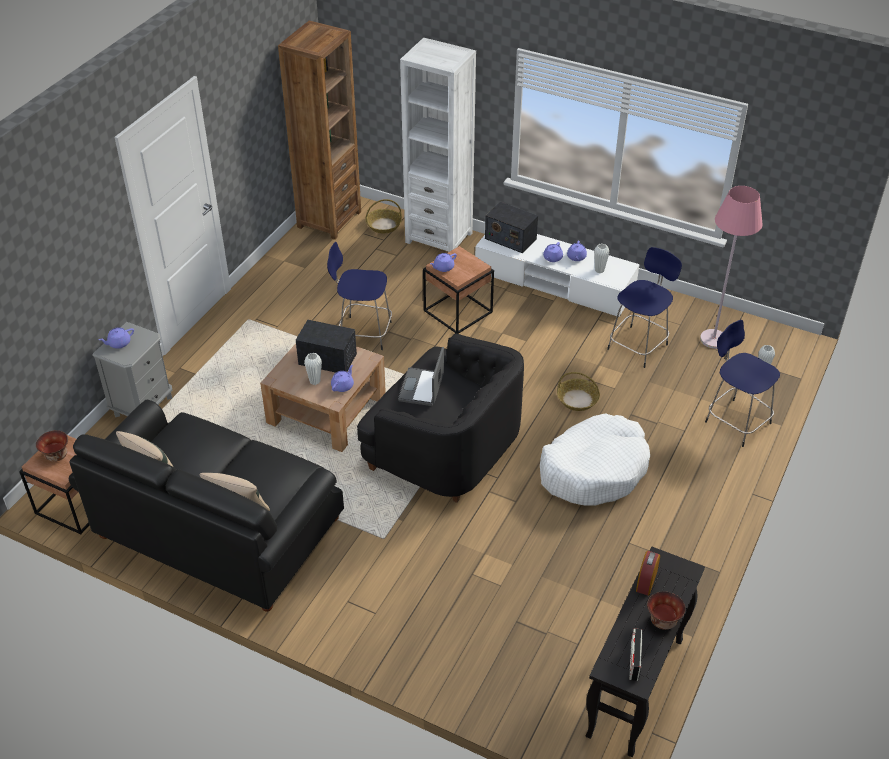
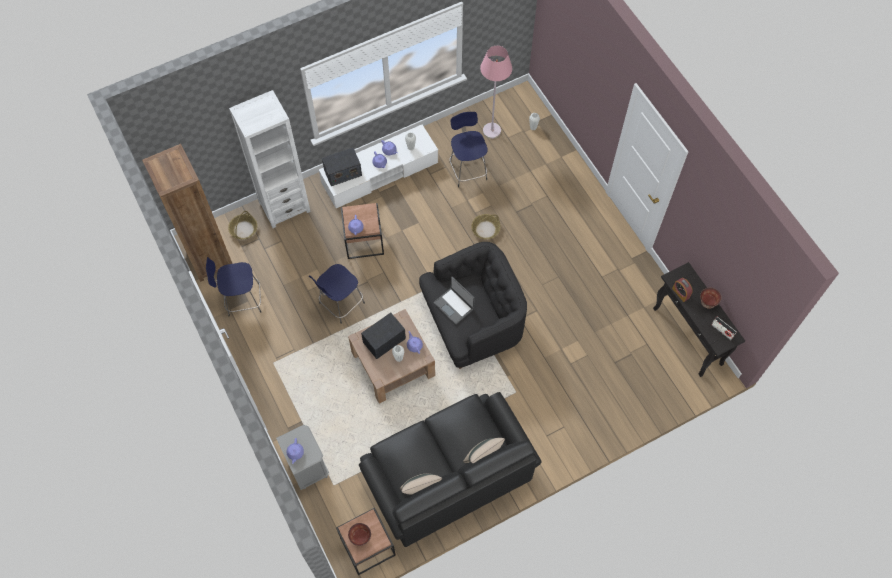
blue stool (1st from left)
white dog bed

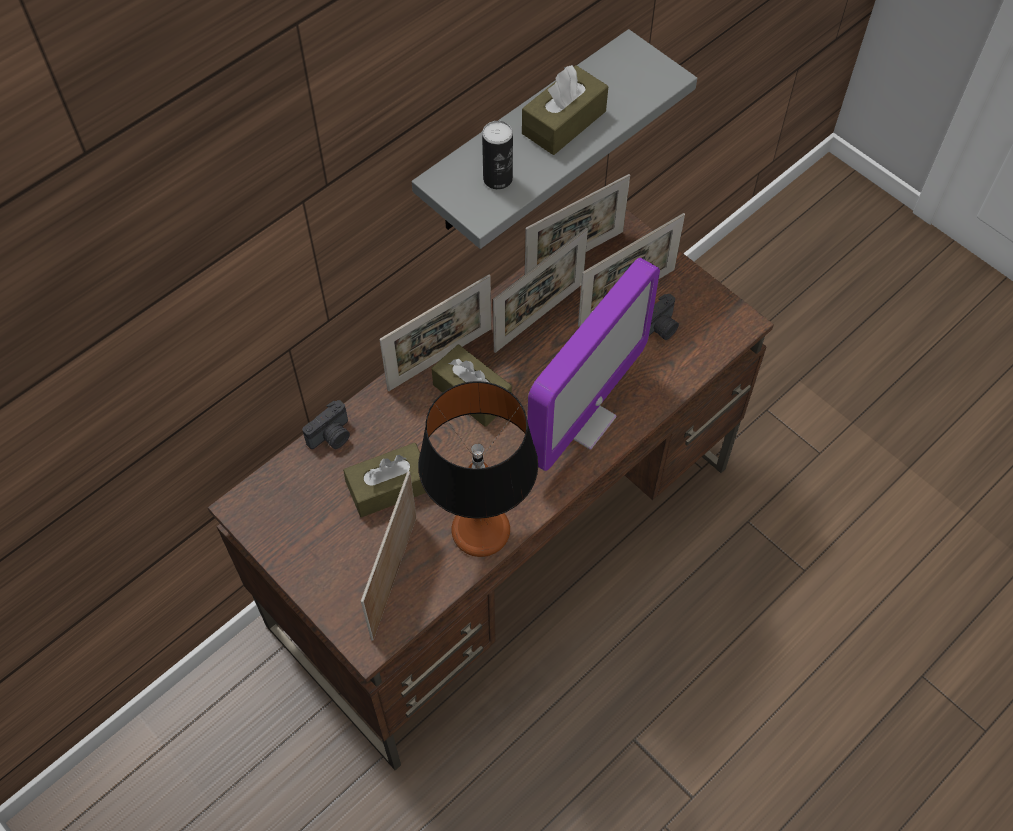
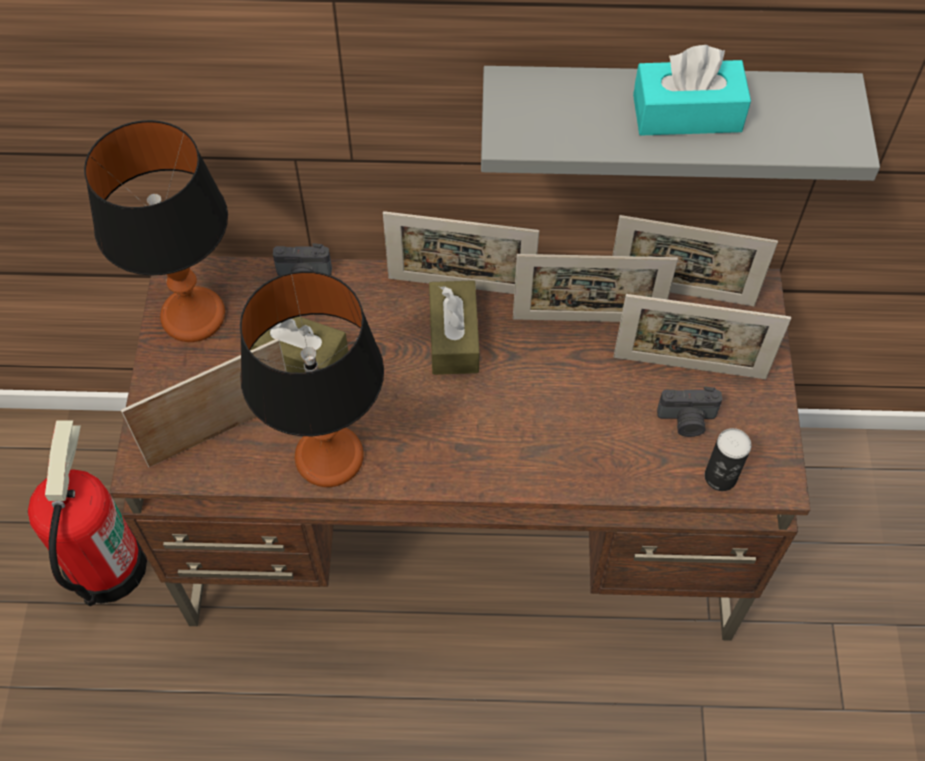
turquoise tissue box
can
monitor
table lamp (1st from left)
fire extinguisher

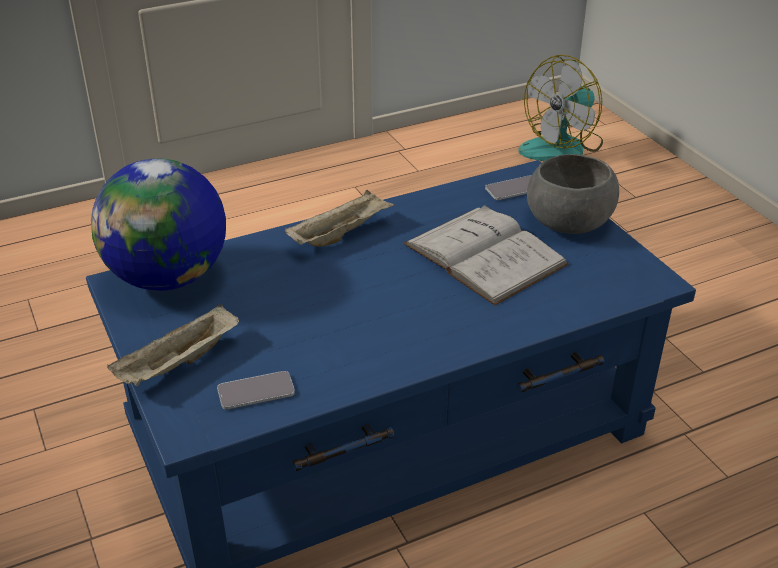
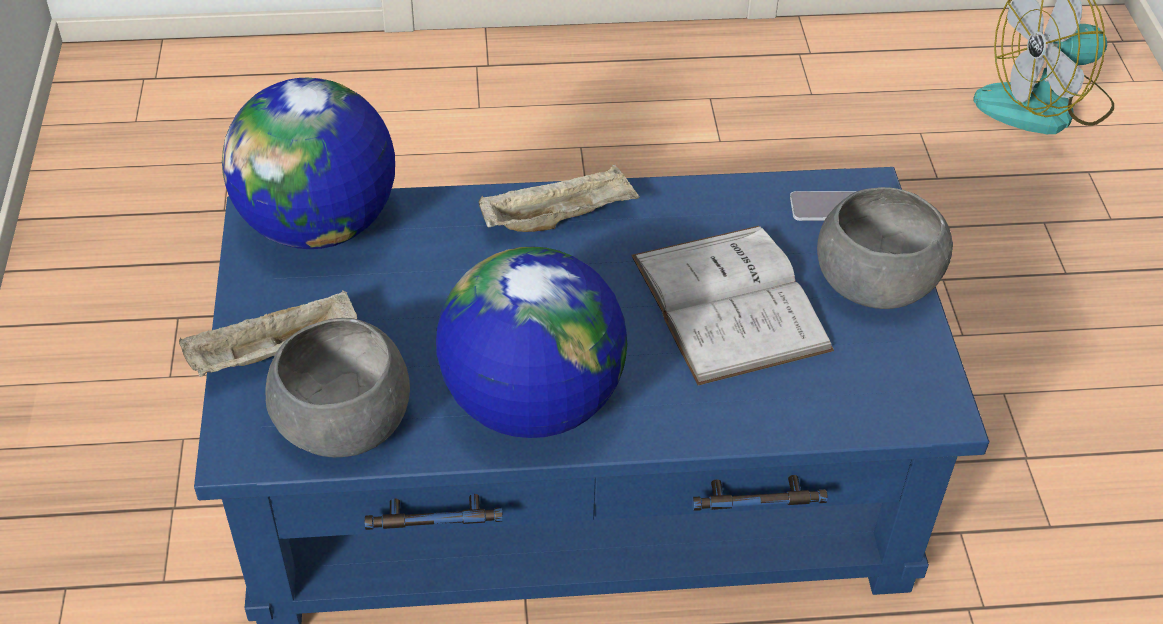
grey bowl (1st from left)
globe (2nd from left)

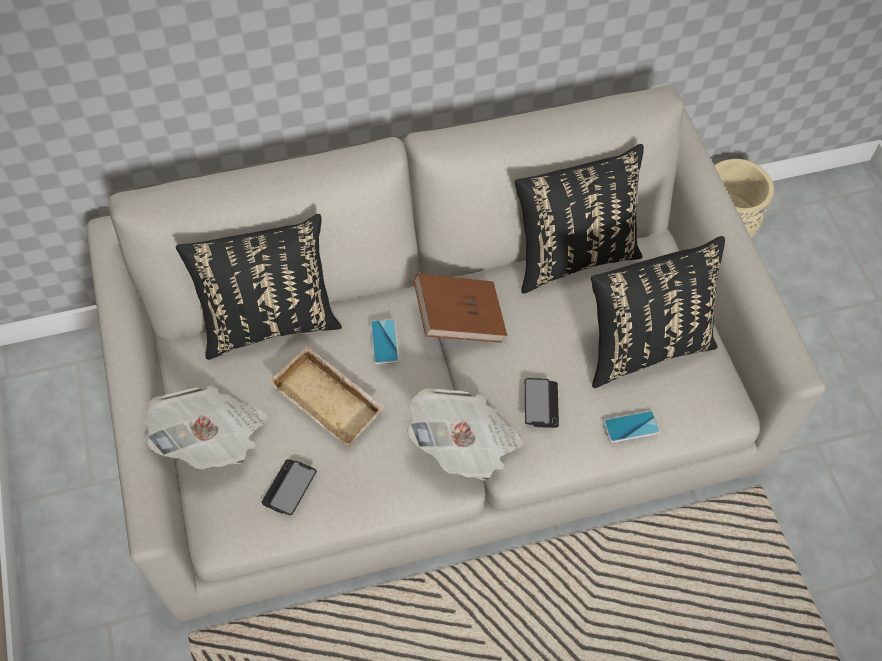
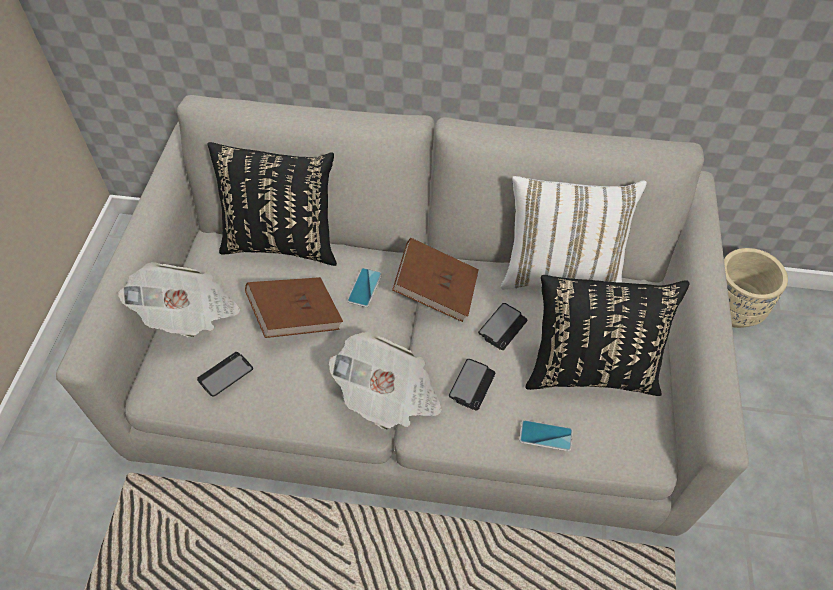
white pillow
brown book (1st from left)
phone (4th from left)

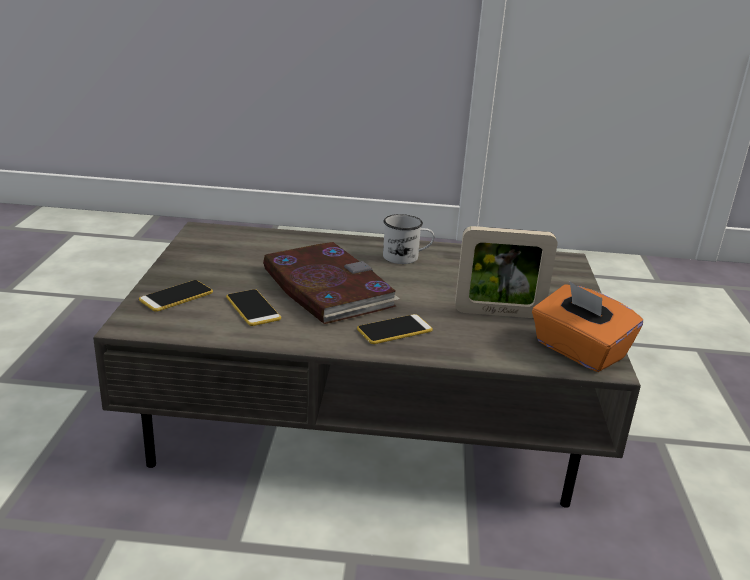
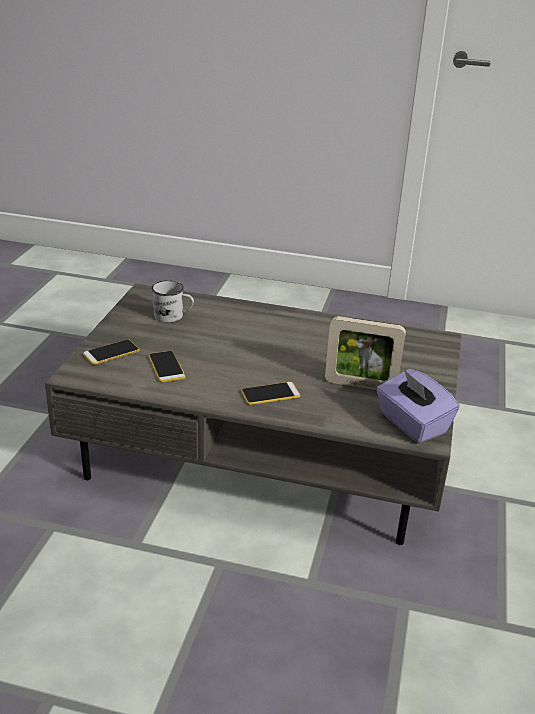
white mug
book
purple tissue box

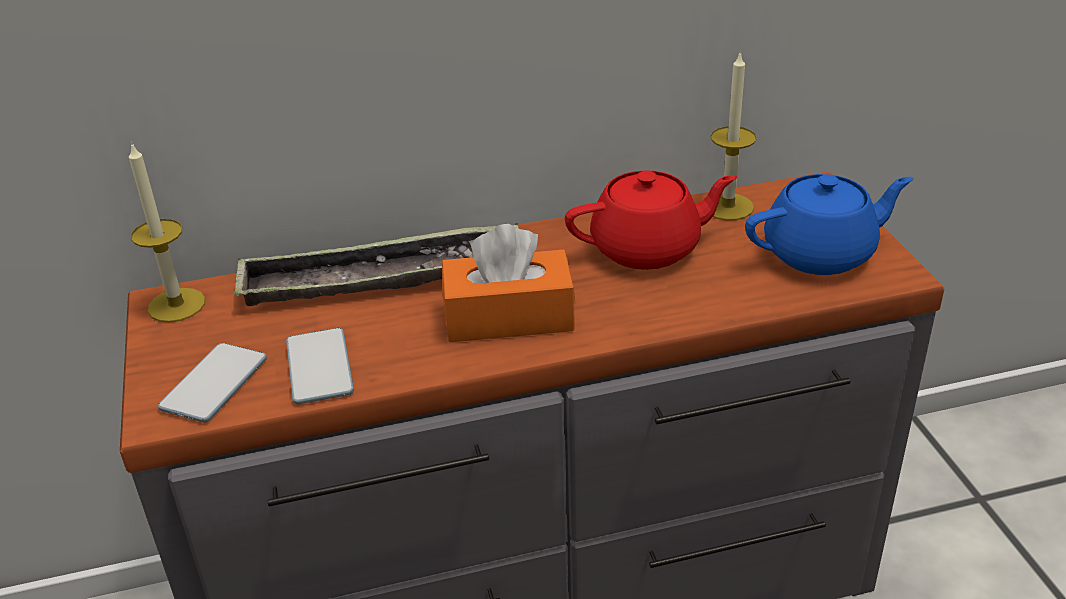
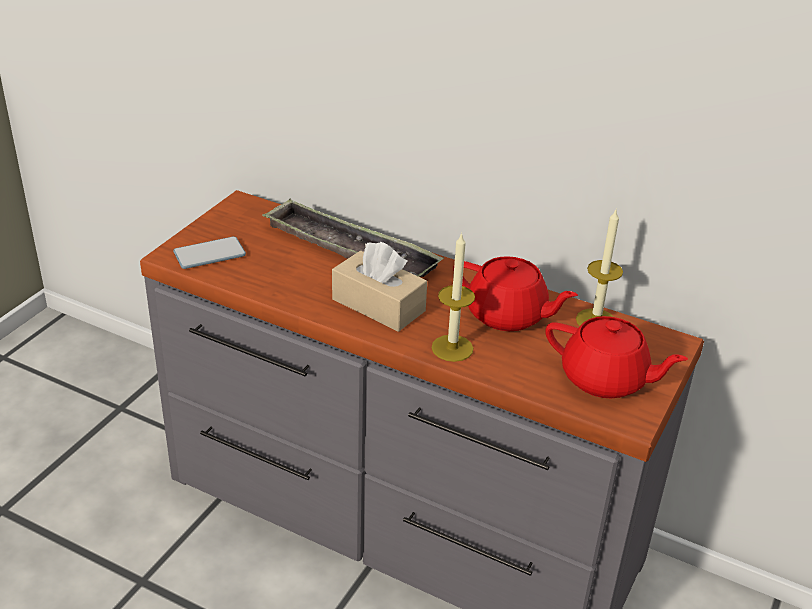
candle (1st from left)
red teapot (2nd from left)
beige tissue box
phone (2nd from left in the first image)

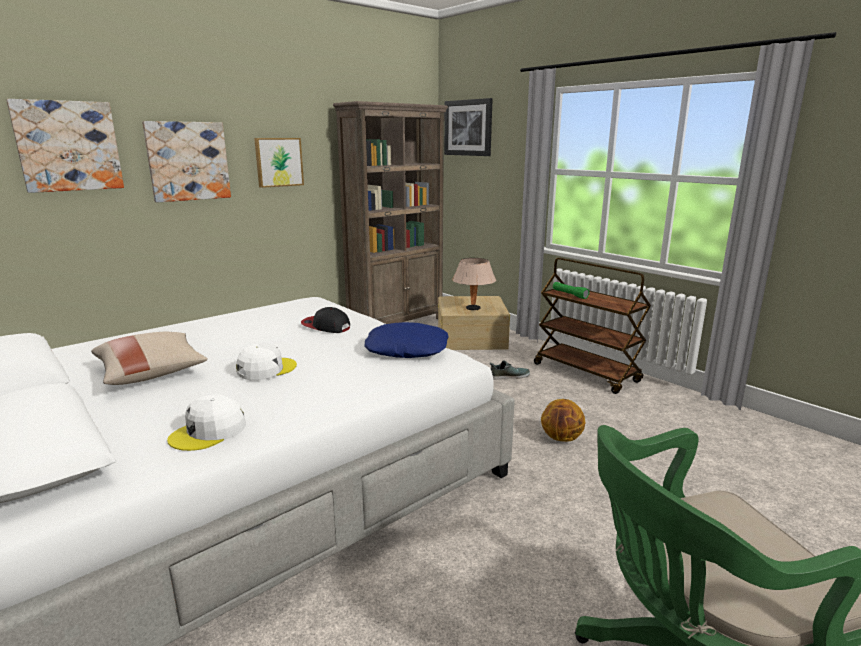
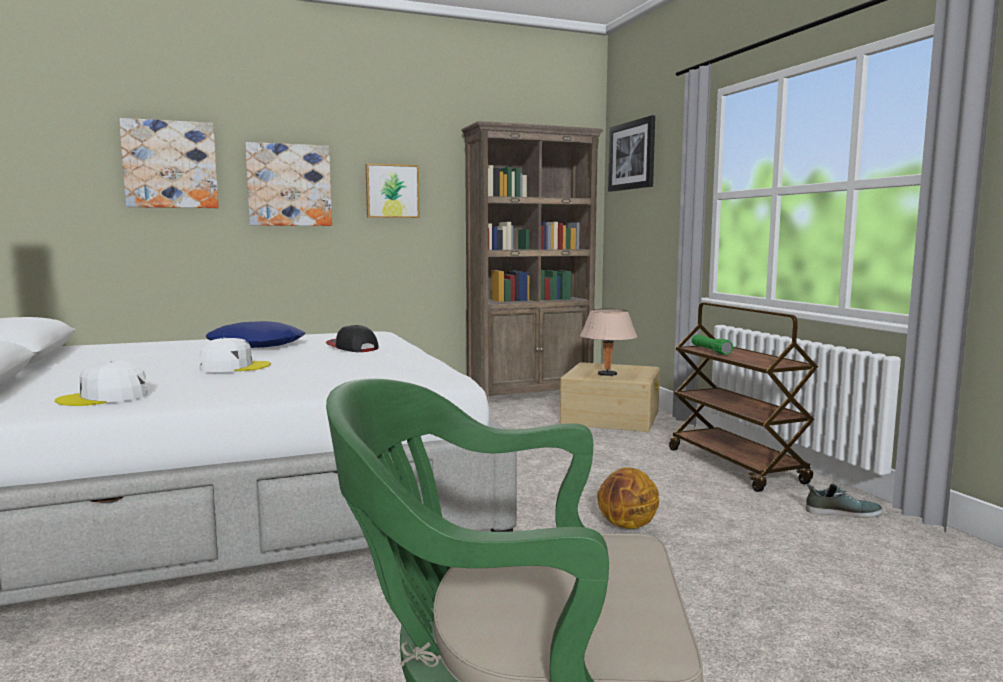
blue pillow
beige pillow
shoe

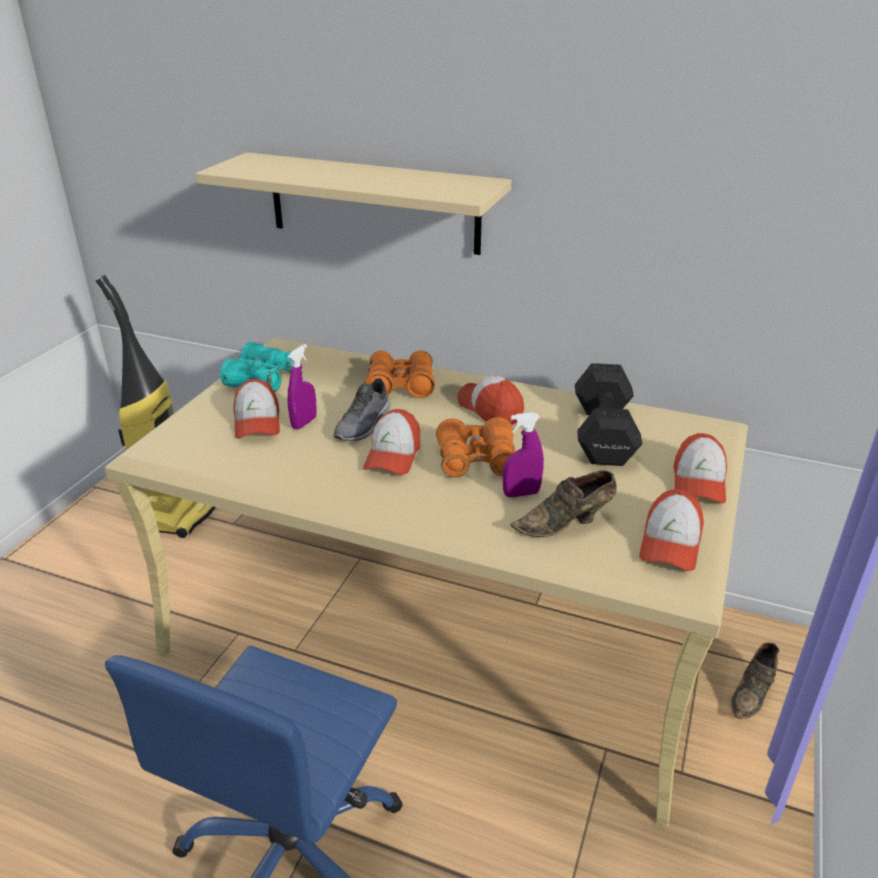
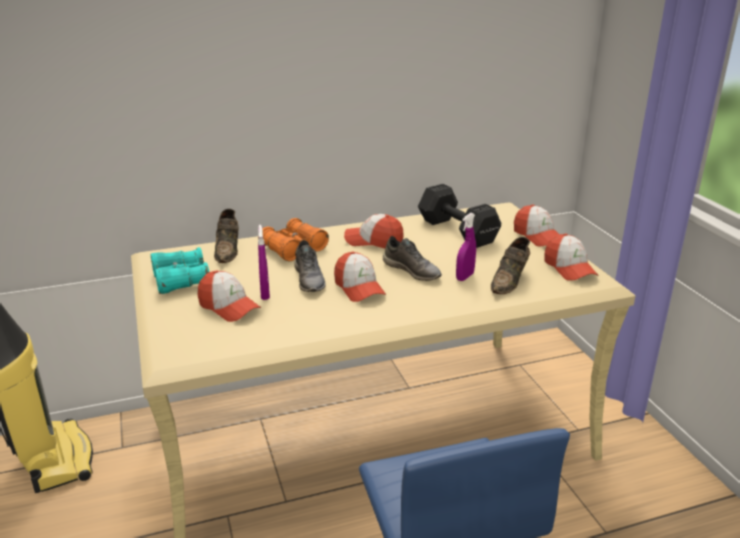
beige shelf
grey shoe (2nd from left)
brown shoe (1st from left)

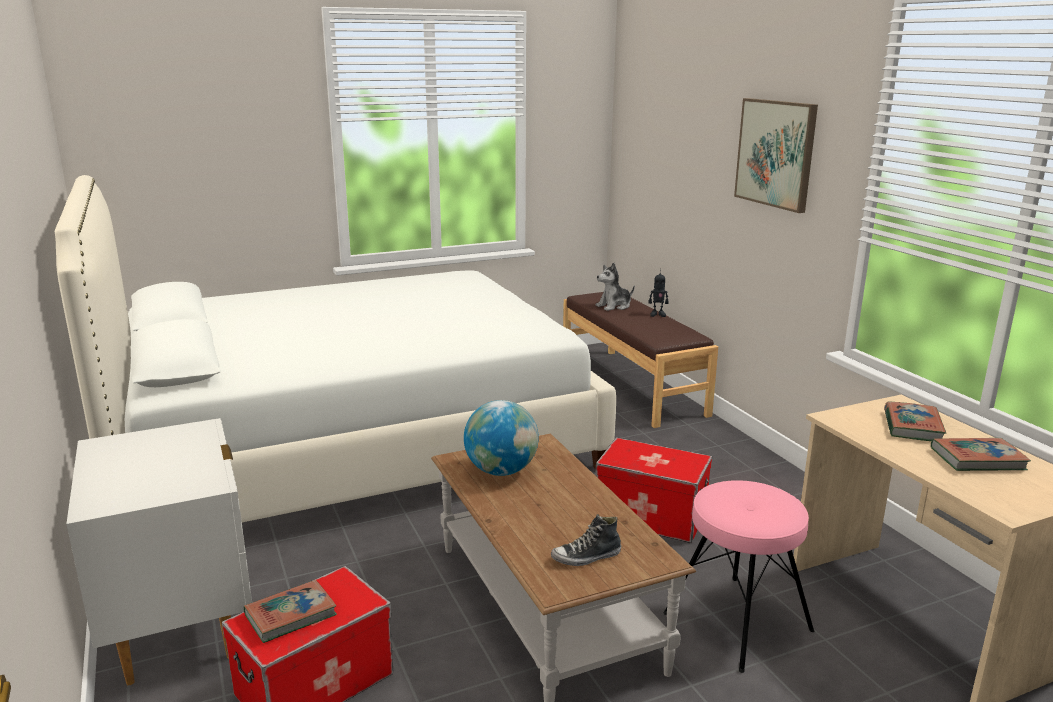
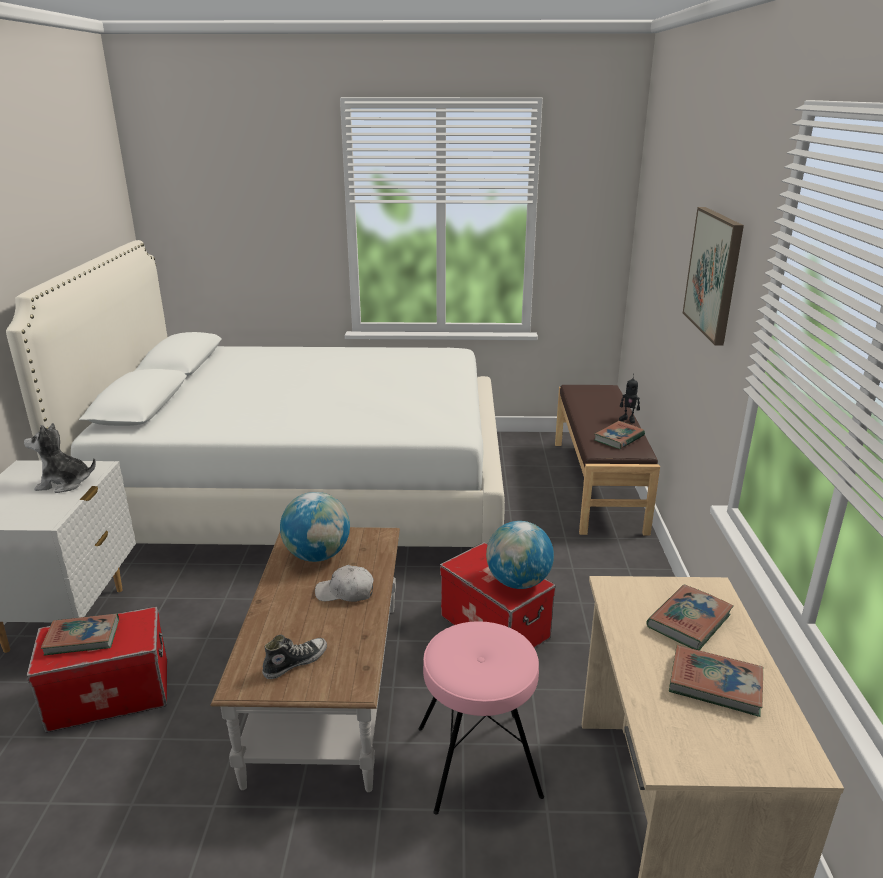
plush toy
shoe
book (2nd from left)
globe (2nd from left)
white cap

